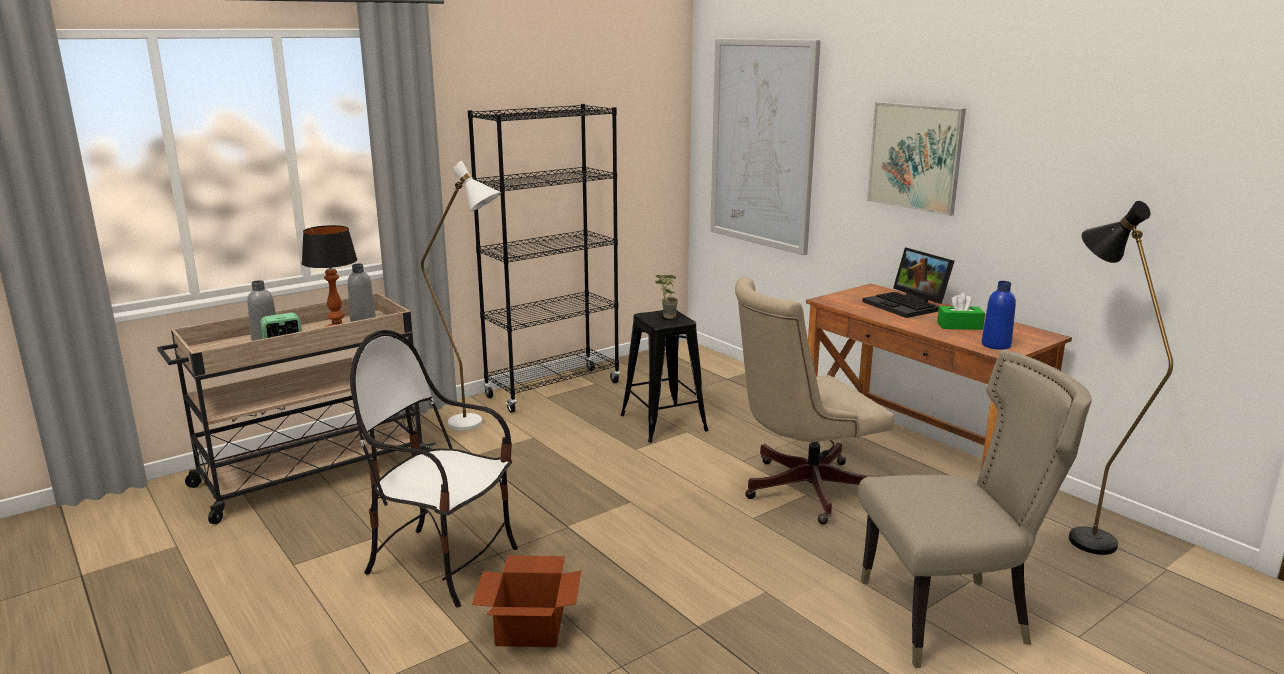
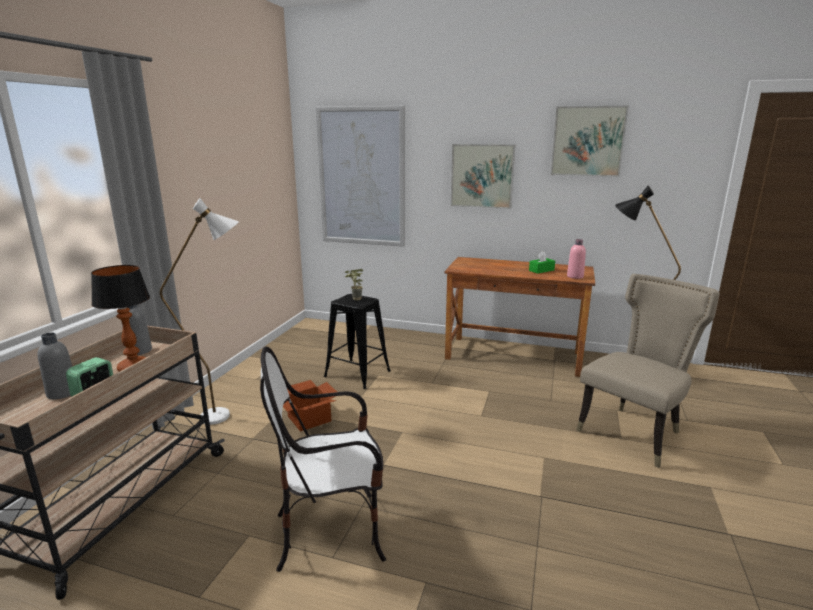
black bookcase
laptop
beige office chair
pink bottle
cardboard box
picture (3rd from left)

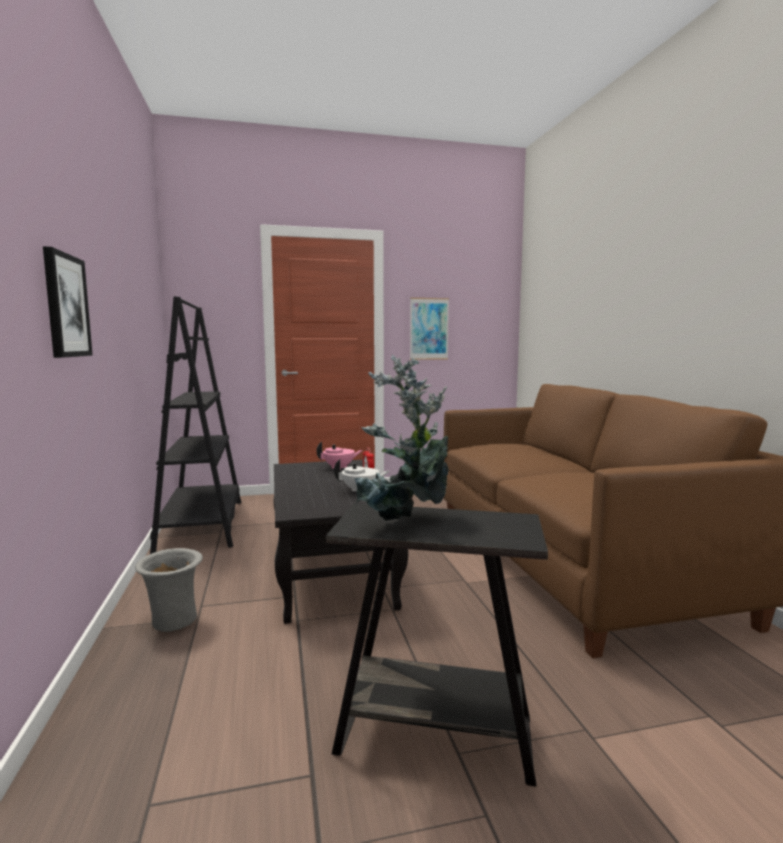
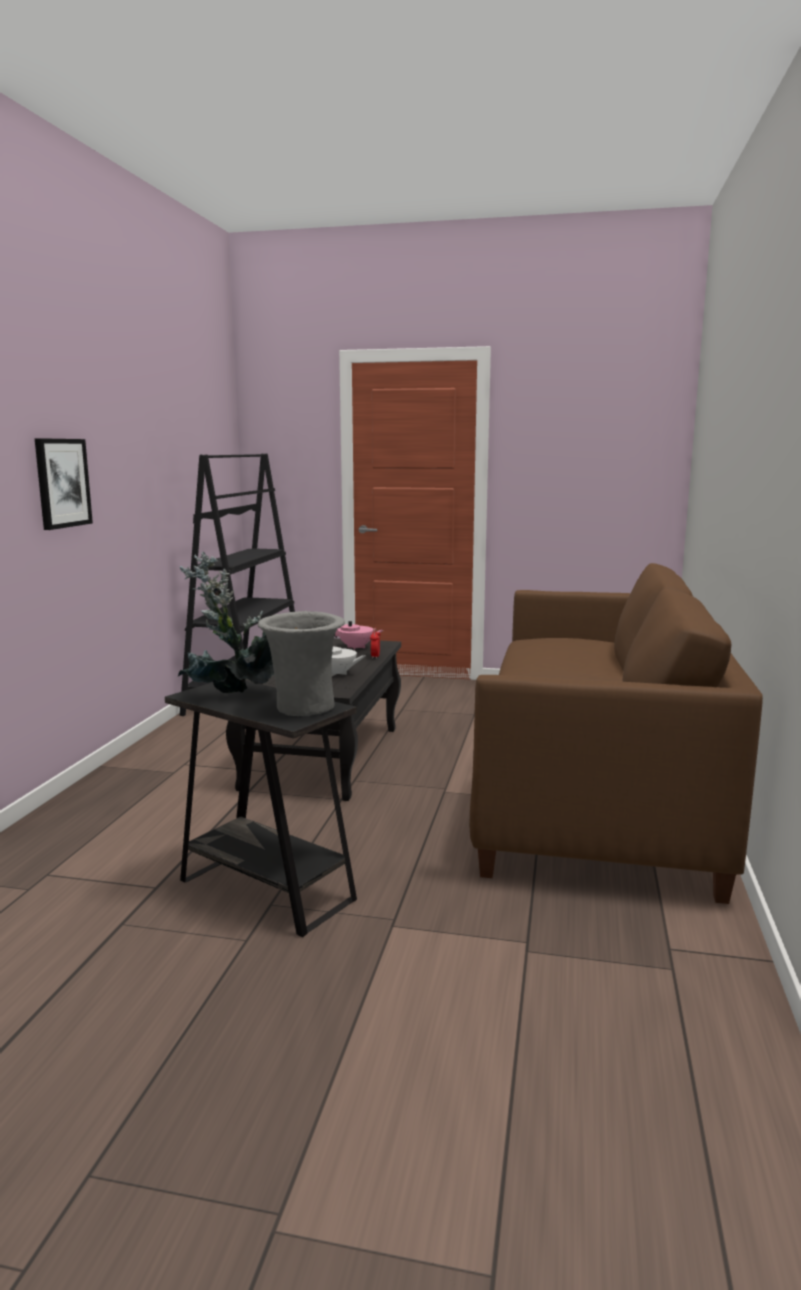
picture (2nd from left in the first image)
grey vase

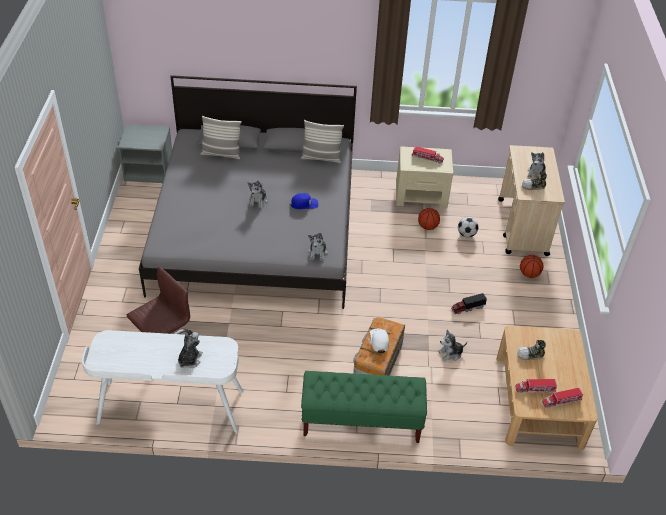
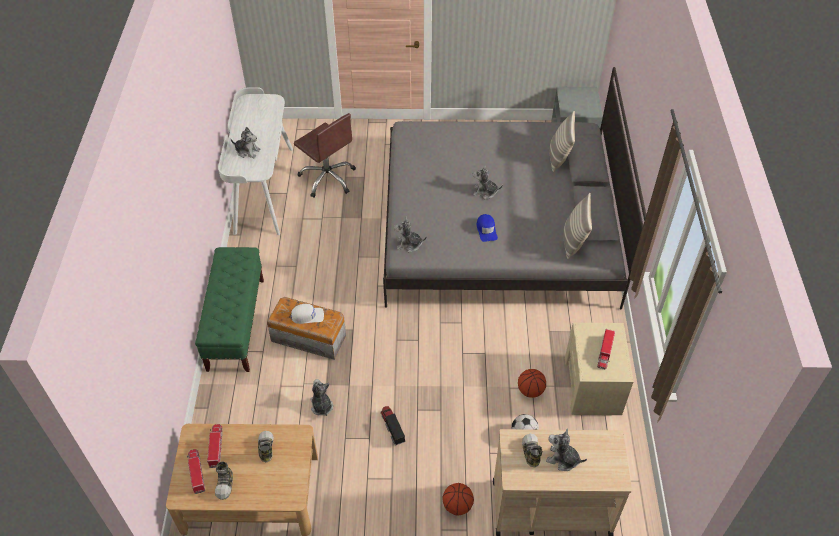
shoe (1st from left)

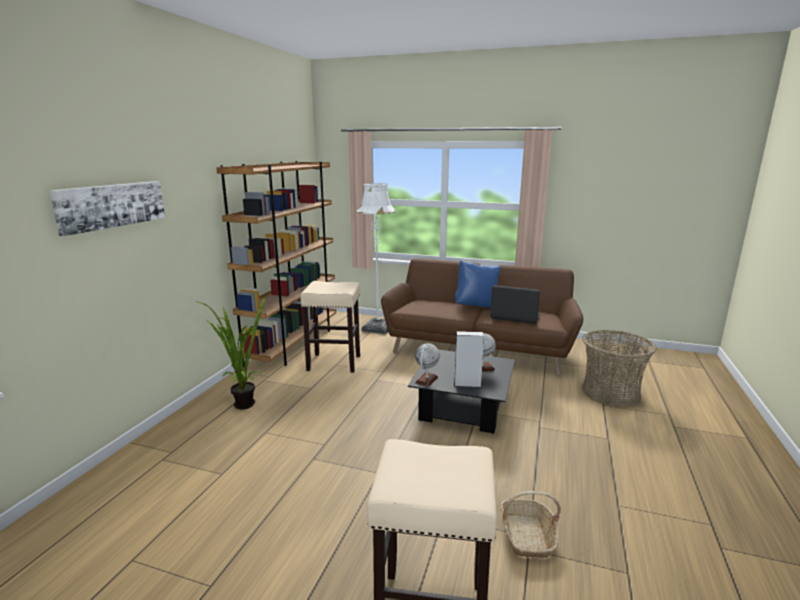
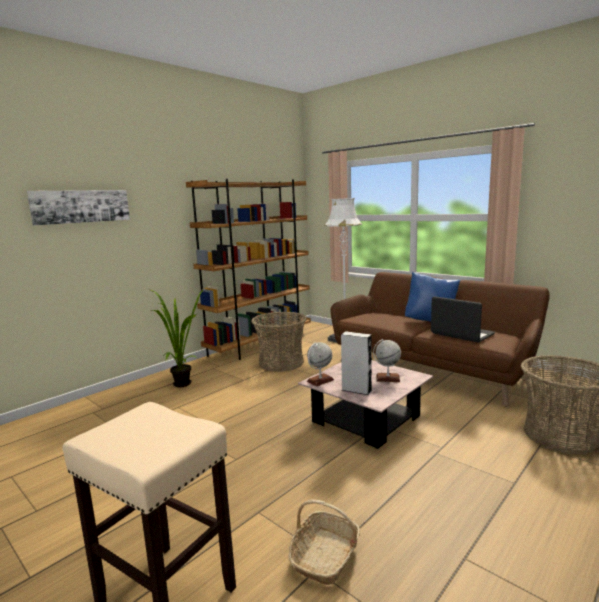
basket (1st from left)
pink coffee table

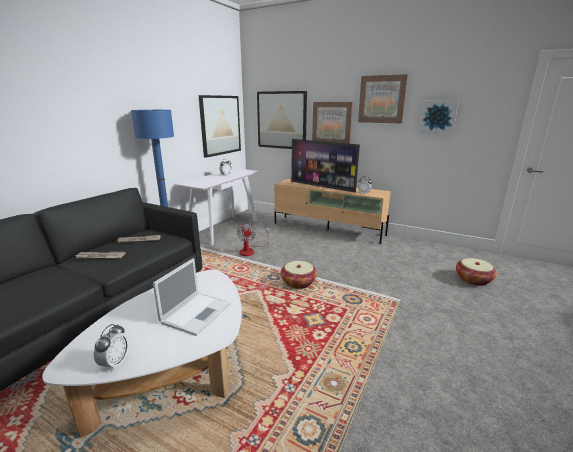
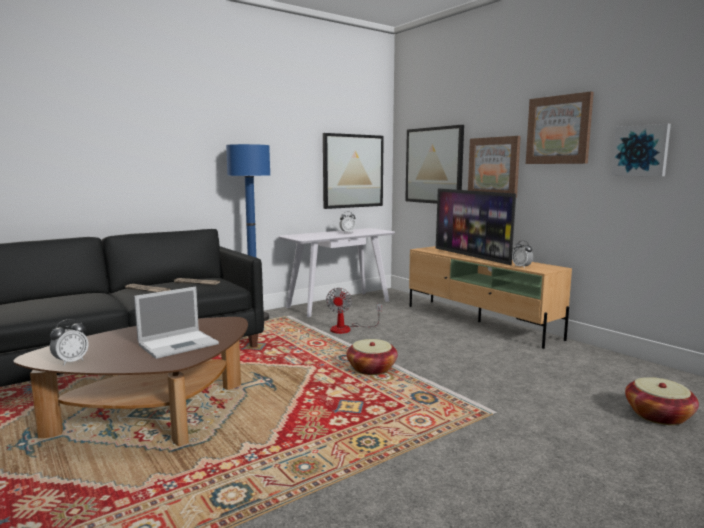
brown coffee table

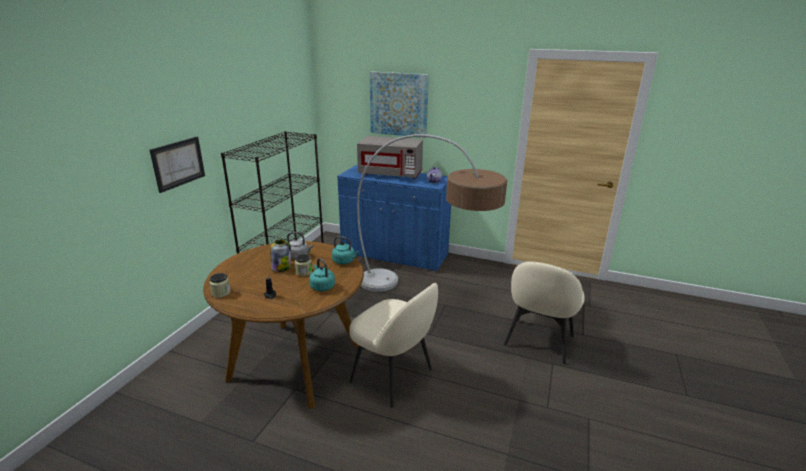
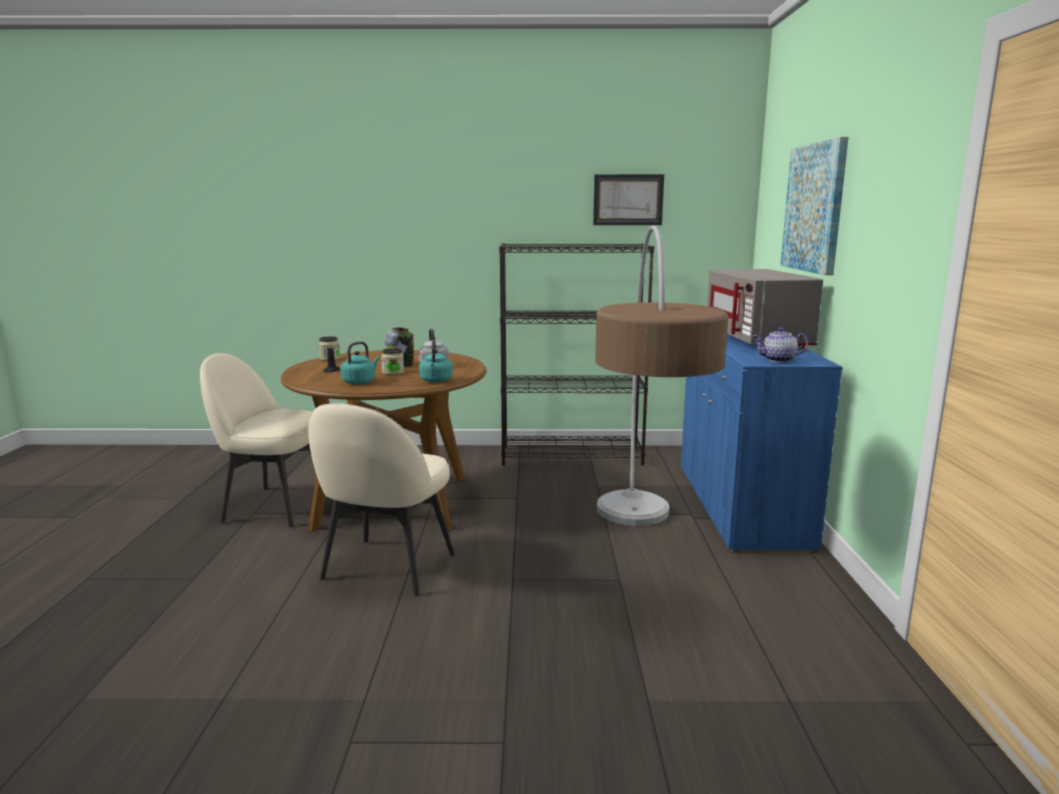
picture (1st from left)
beige chair (1st from left)

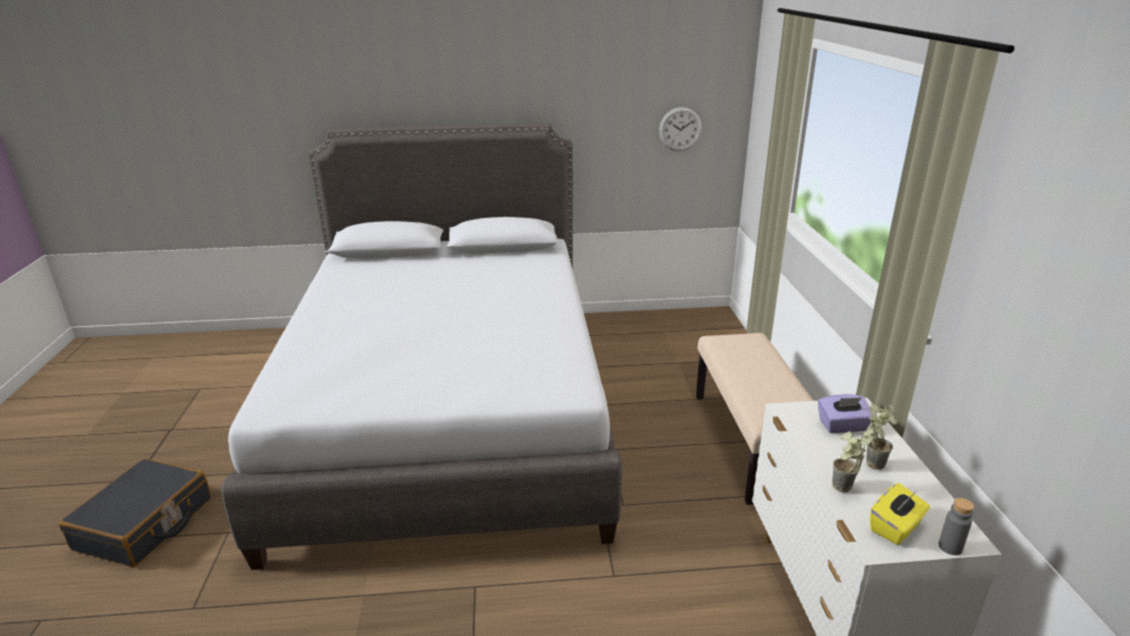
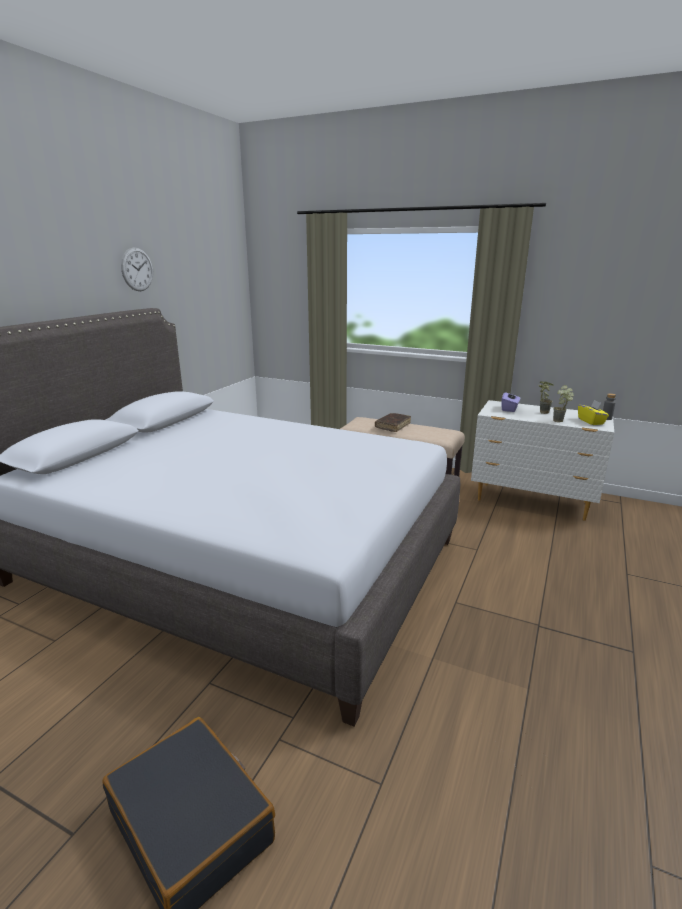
wall clock
brown book

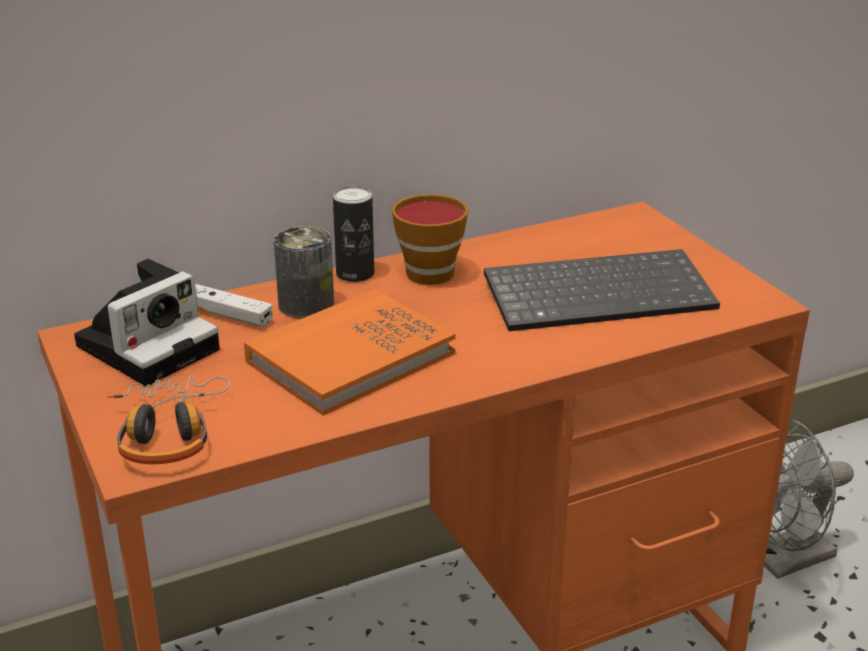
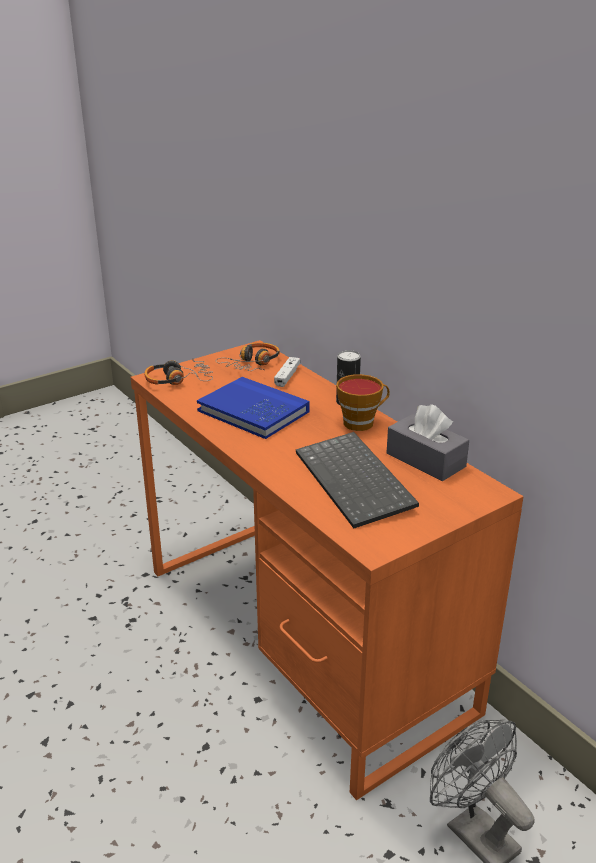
can (1st from left in the first image)
headphones (2nd from left)
blue book
grey tissue box

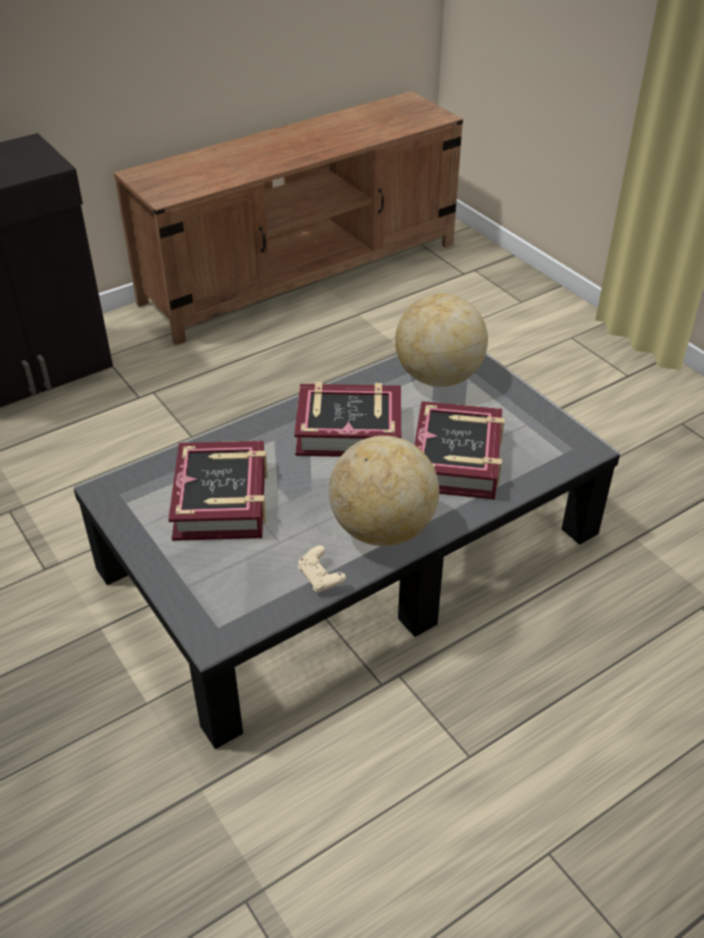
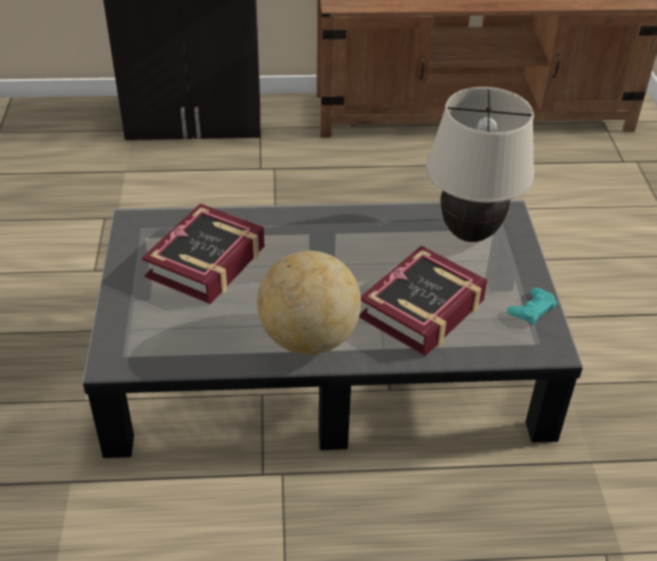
beige table lamp
book (2nd from left in the first image)
beige game controller
turquoise game controller

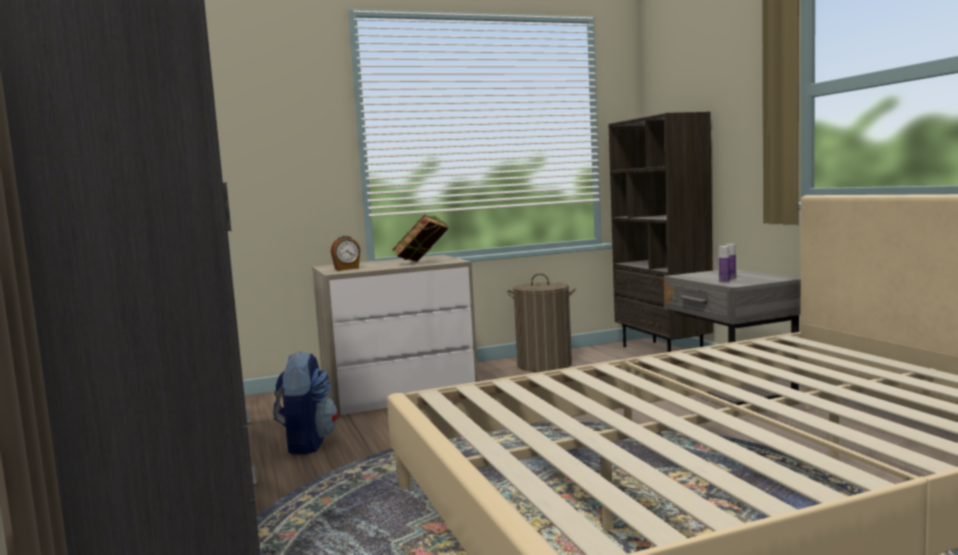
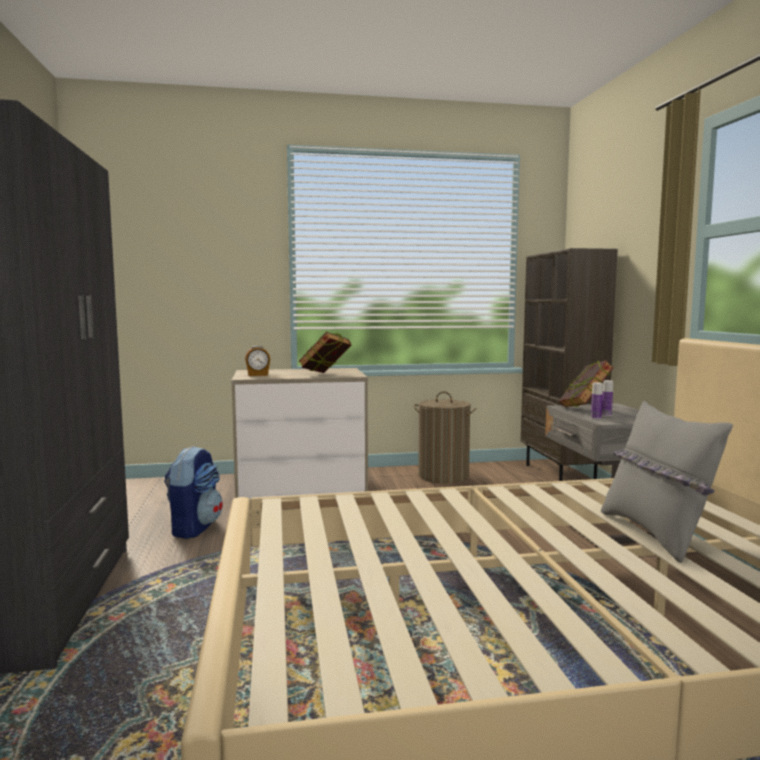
book (2nd from left)
grey pillow

